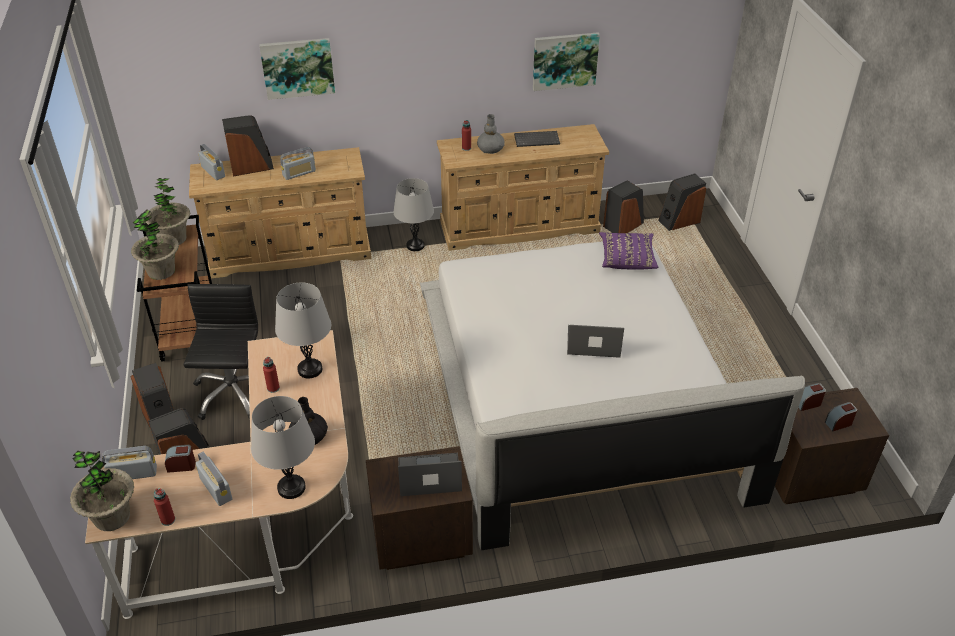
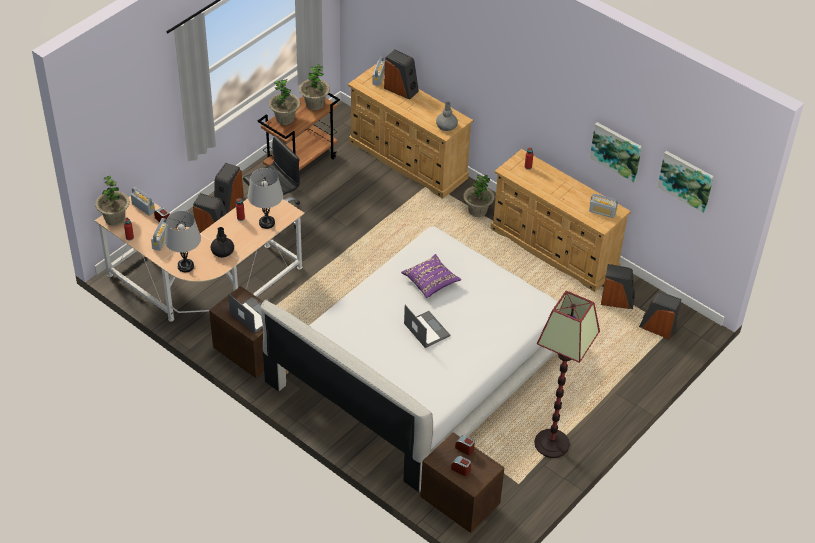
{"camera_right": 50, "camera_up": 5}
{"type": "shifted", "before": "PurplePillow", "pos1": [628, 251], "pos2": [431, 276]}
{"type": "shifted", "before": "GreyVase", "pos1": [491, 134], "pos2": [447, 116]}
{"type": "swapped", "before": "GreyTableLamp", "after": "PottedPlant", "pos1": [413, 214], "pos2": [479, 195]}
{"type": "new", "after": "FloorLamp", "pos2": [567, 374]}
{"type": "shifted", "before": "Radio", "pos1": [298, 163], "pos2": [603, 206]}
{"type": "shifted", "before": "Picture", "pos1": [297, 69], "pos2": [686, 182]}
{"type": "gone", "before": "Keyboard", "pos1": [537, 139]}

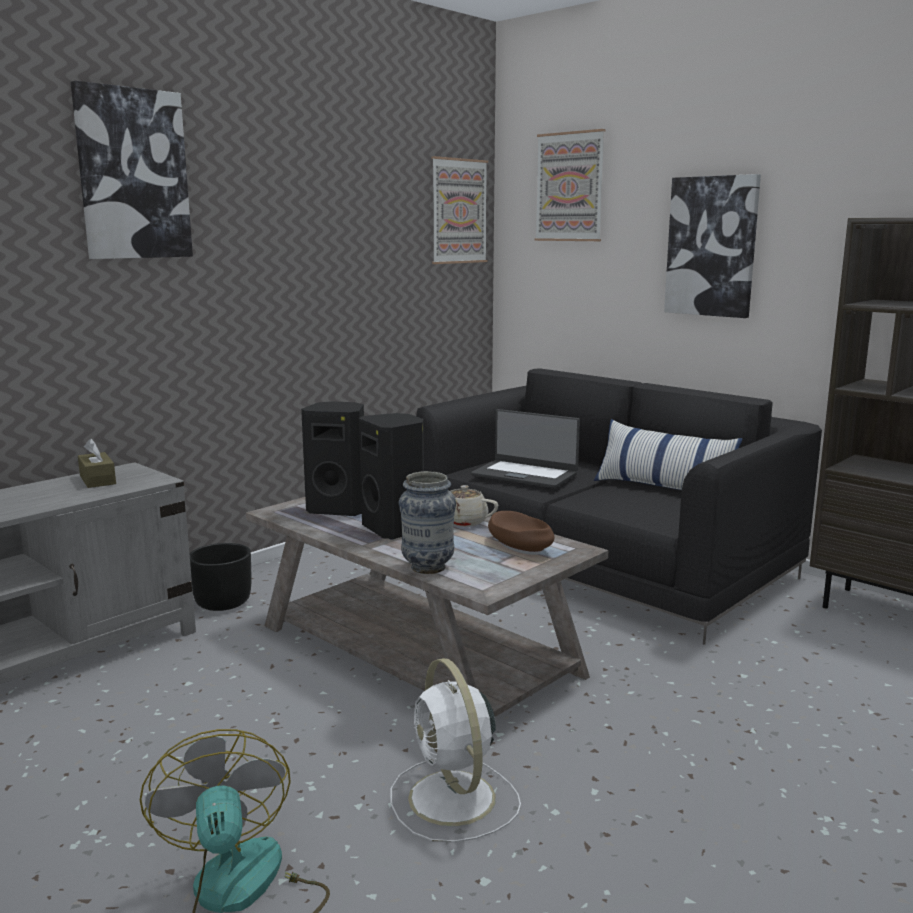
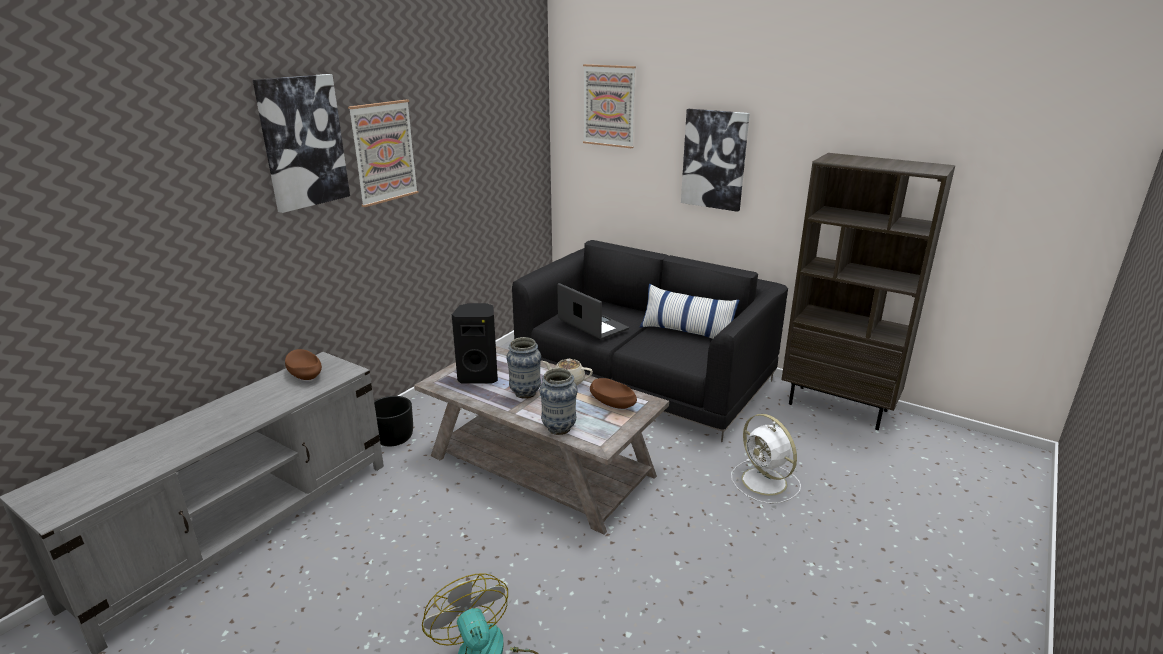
{"camera_right": -10, "camera_up": 10}
{"type": "swapped", "before": "BrownTissueBox", "after": "BrownBowl", "pos1": [97, 463], "pos2": [303, 365]}
{"type": "shifted", "before": "Picture", "pos1": [459, 210], "pos2": [383, 153]}
{"type": "swapped", "before": "BlackSpeaker", "after": "Vase", "pos1": [391, 476], "pos2": [524, 368]}
{"type": "rotated", "before": "Laptop", "pos1": [525, 448], "pos2": [593, 311], "turn": -150}
{"type": "shifted", "before": "WhiteFan", "pos1": [456, 750], "pos2": [766, 459]}

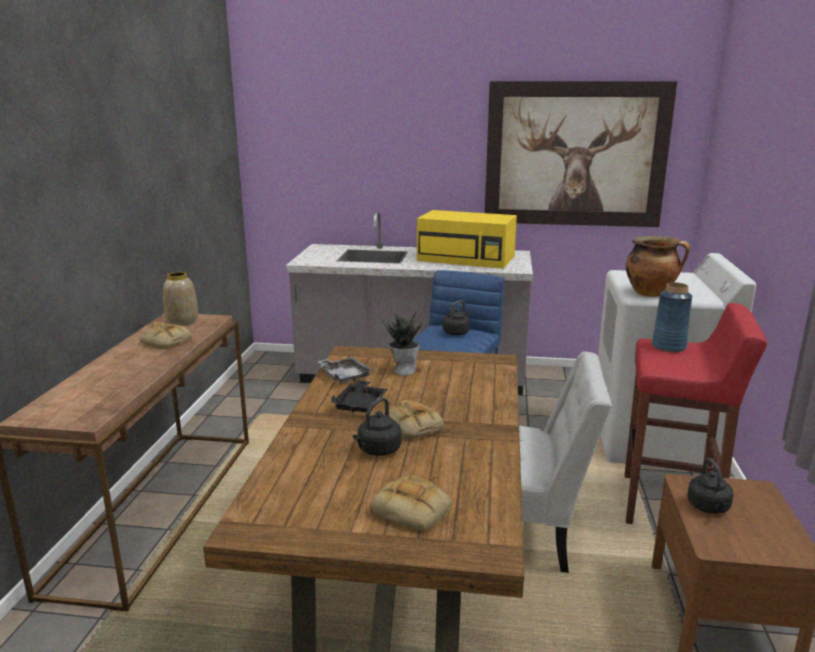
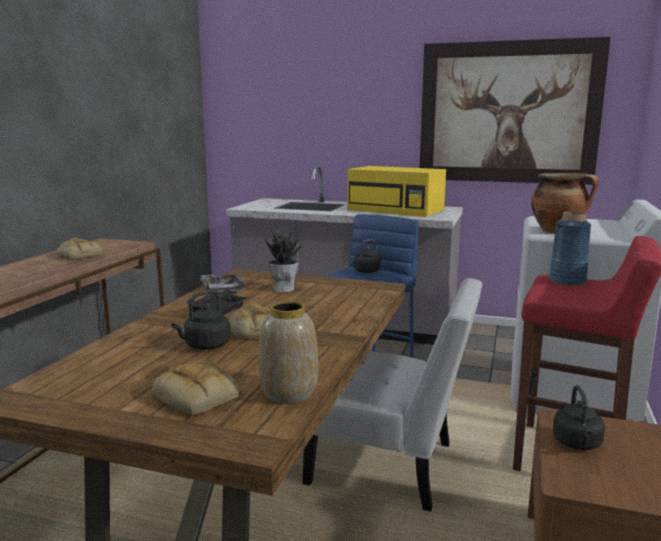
{"camera_right": 10, "camera_up": -5}
{"type": "shifted", "before": "Vase", "pos1": [180, 299], "pos2": [288, 352]}

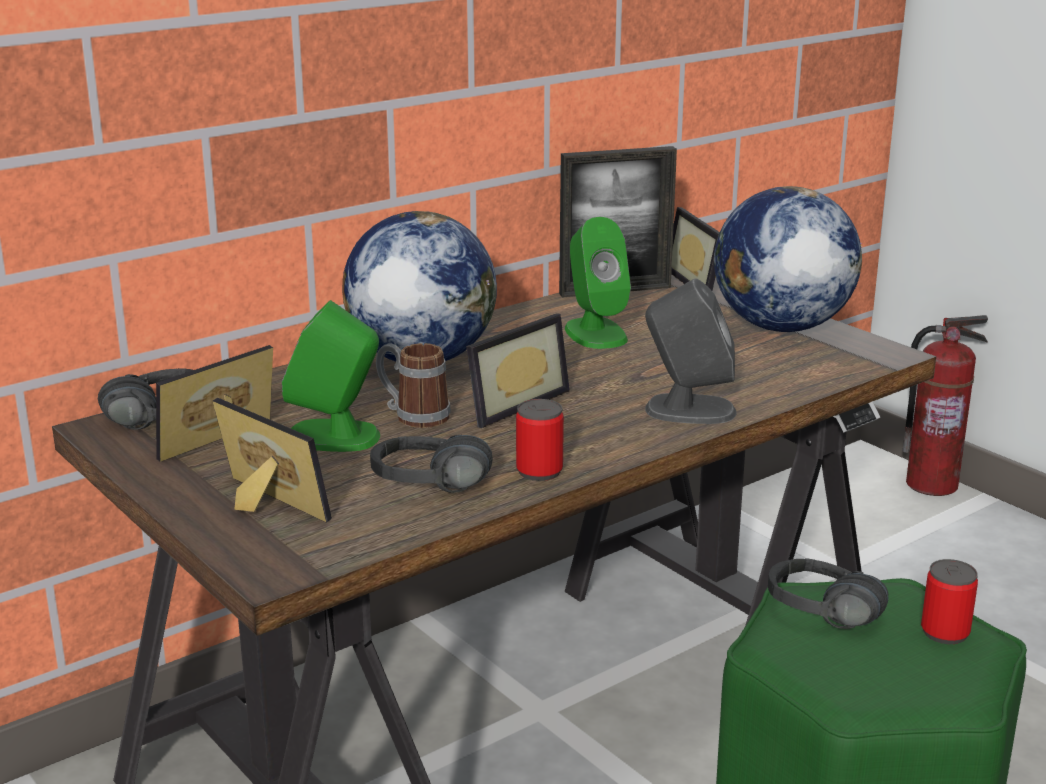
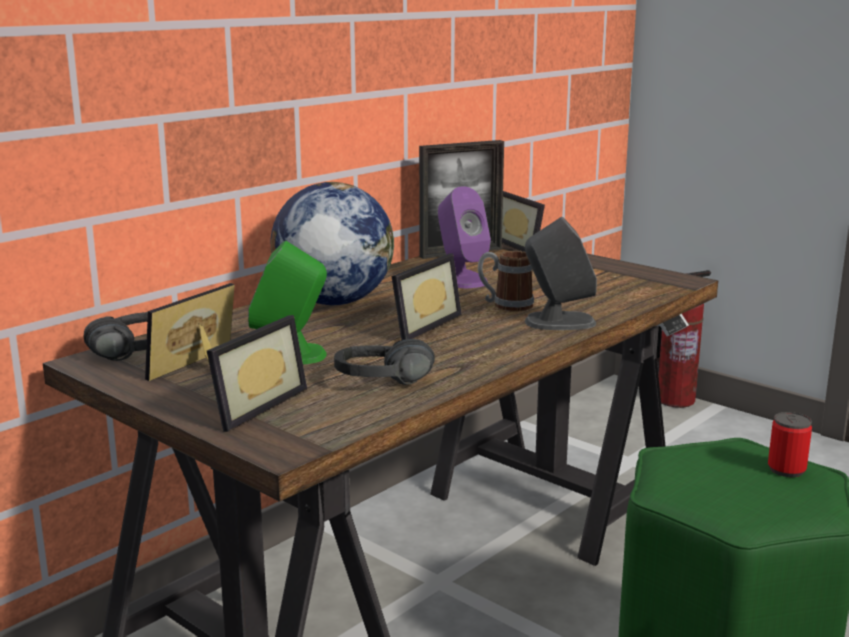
{"camera_right": -10, "camera_up": -5}
{"type": "rotated", "before": "PictureFrame", "pos1": [272, 460], "pos2": [257, 373], "turn": 90}
{"type": "repainted", "before": "GreenSpeaker", "after": "PurpleSpeaker", "pos1": [598, 283], "pos2": [464, 237]}
{"type": "shifted", "before": "Mug", "pos1": [413, 385], "pos2": [506, 281]}
{"type": "gone", "before": "Can", "pos1": [540, 440]}
{"type": "gone", "before": "Globe", "pos1": [788, 259]}
{"type": "gone", "before": "BlackHeadphones", "pos1": [828, 593]}

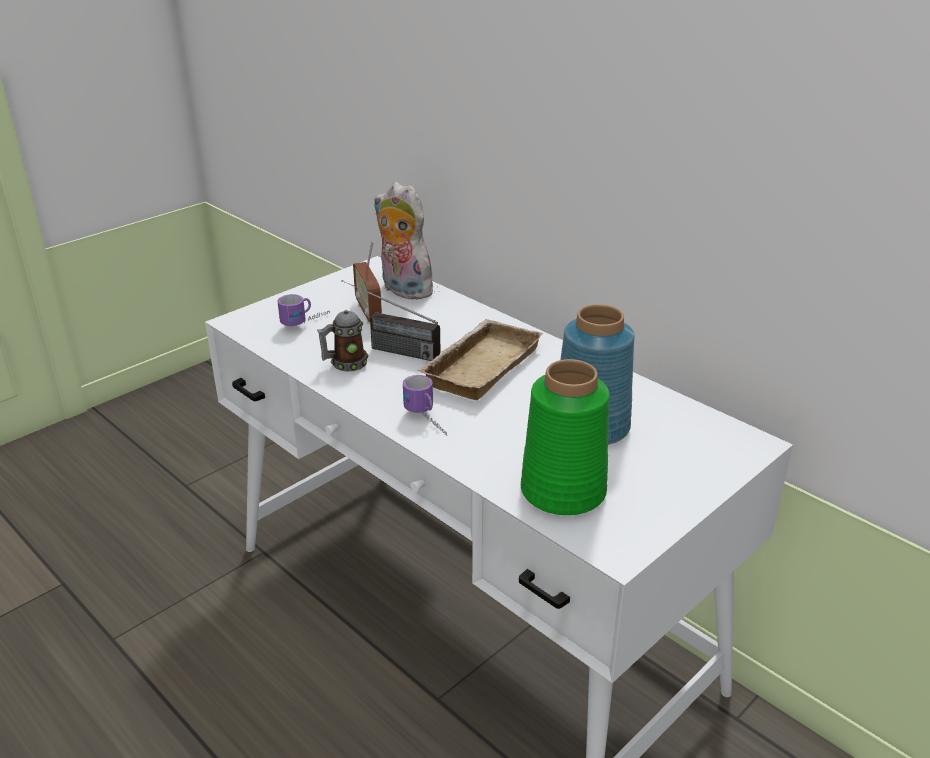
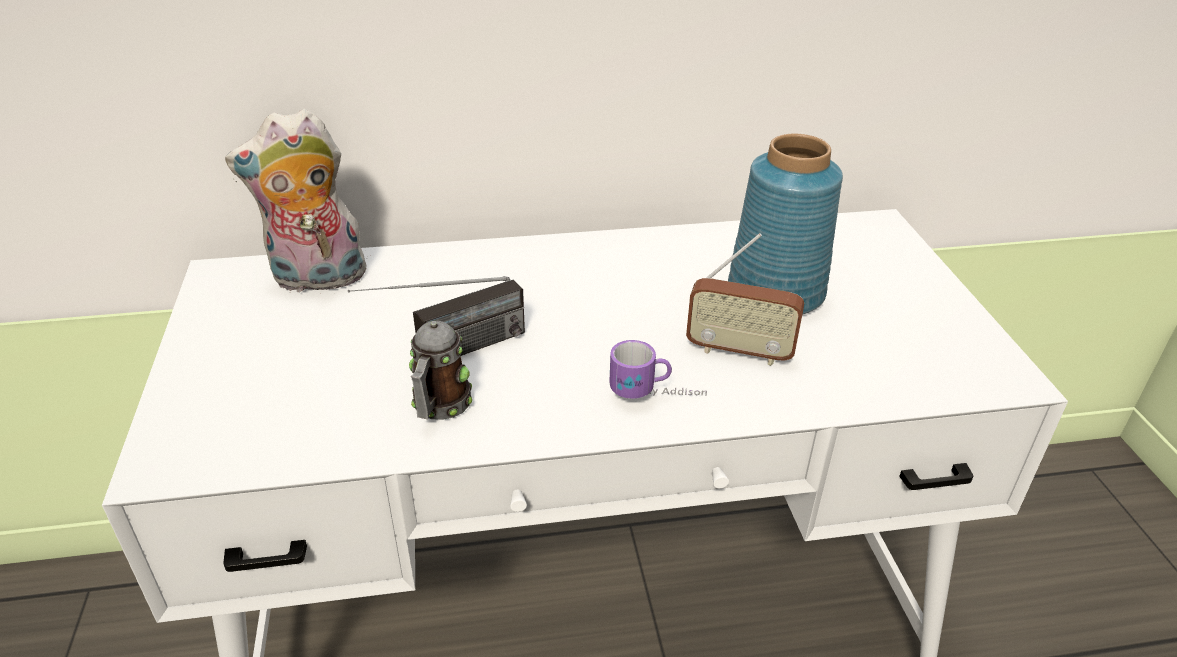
{"camera_right": -55, "camera_up": 5}
{"type": "shifted", "before": "Radio", "pos1": [367, 282], "pos2": [745, 299]}
{"type": "gone", "before": "Mug", "pos1": [303, 310]}
{"type": "gone", "before": "BeigeTray", "pos1": [480, 359]}
{"type": "gone", "before": "GreenVase", "pos1": [565, 437]}

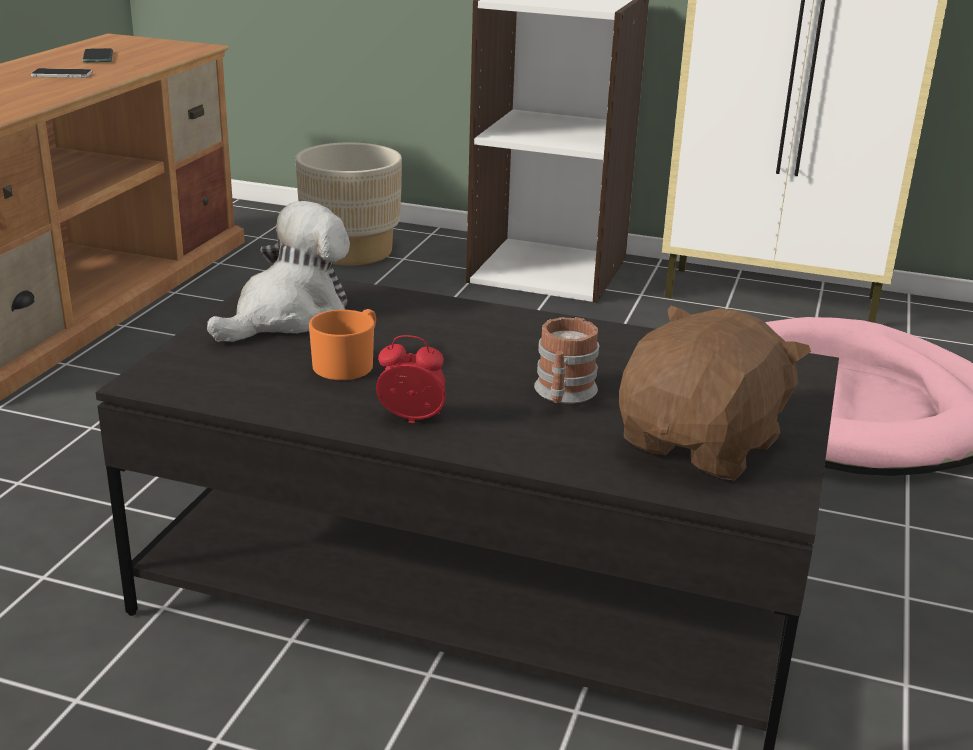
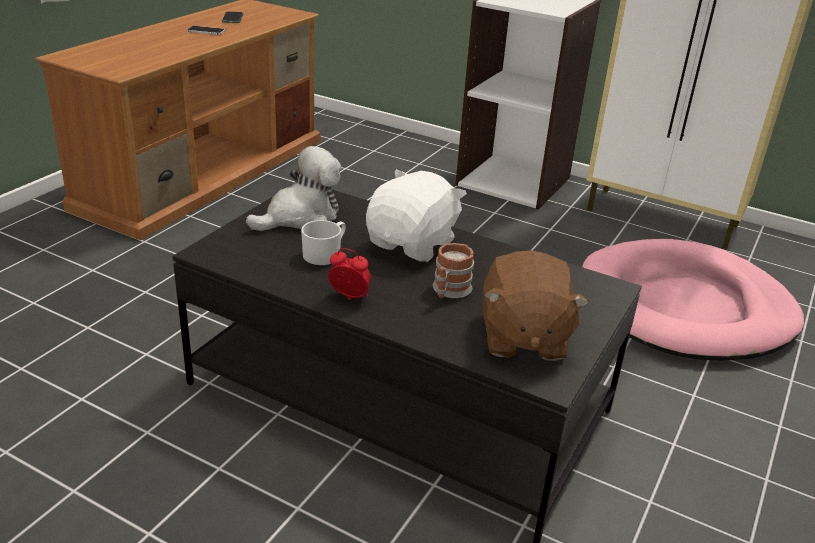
{"camera_right": 10, "camera_up": 5}
{"type": "repainted", "before": "OrangeMug", "after": "WhiteMug", "pos1": [342, 344], "pos2": [323, 242]}
{"type": "new", "after": "WhitePlushToy", "pos2": [416, 215]}
{"type": "rotated", "before": "BrownPlushToy", "pos1": [715, 393], "pos2": [536, 305], "turn": 135}
{"type": "gone", "before": "BeigePlanter", "pos1": [348, 204]}

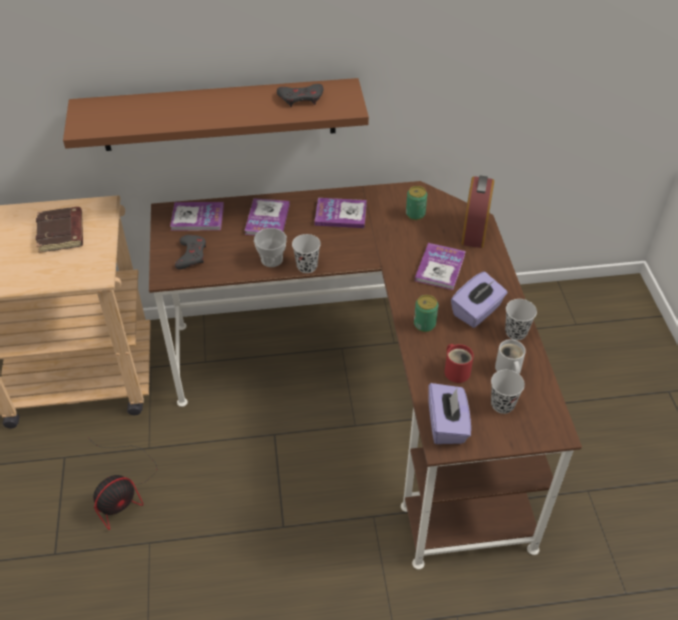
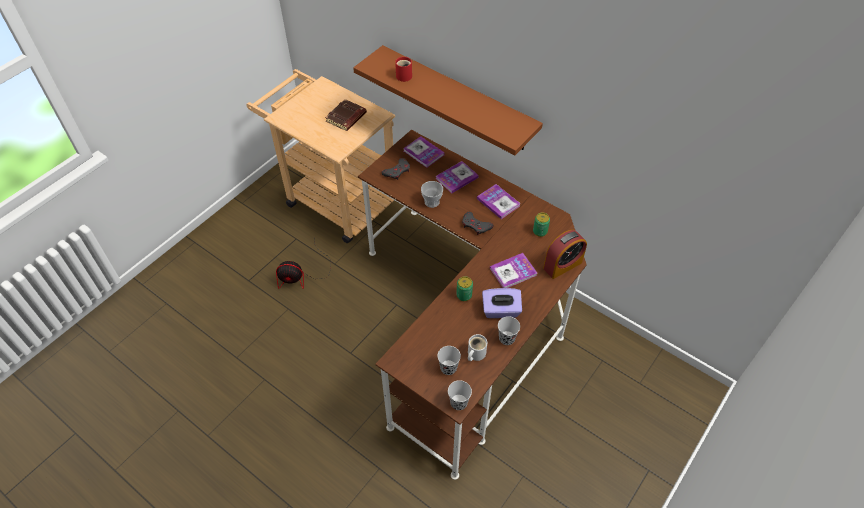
{"camera_right": 45, "camera_up": 5}
{"type": "shifted", "before": "RedMug", "pos1": [459, 363], "pos2": [403, 69]}
{"type": "shifted", "before": "BlackCup", "pos1": [306, 253], "pos2": [460, 395]}
{"type": "shifted", "before": "GreyGameController", "pos1": [300, 95], "pos2": [477, 223]}
{"type": "gone", "before": "PurpleTissueBox", "pos1": [449, 413]}

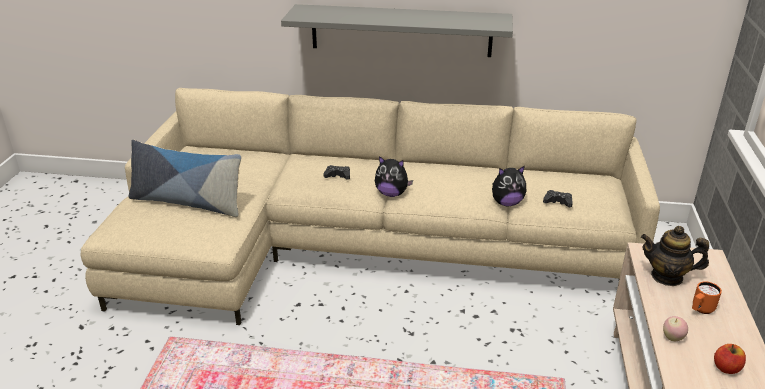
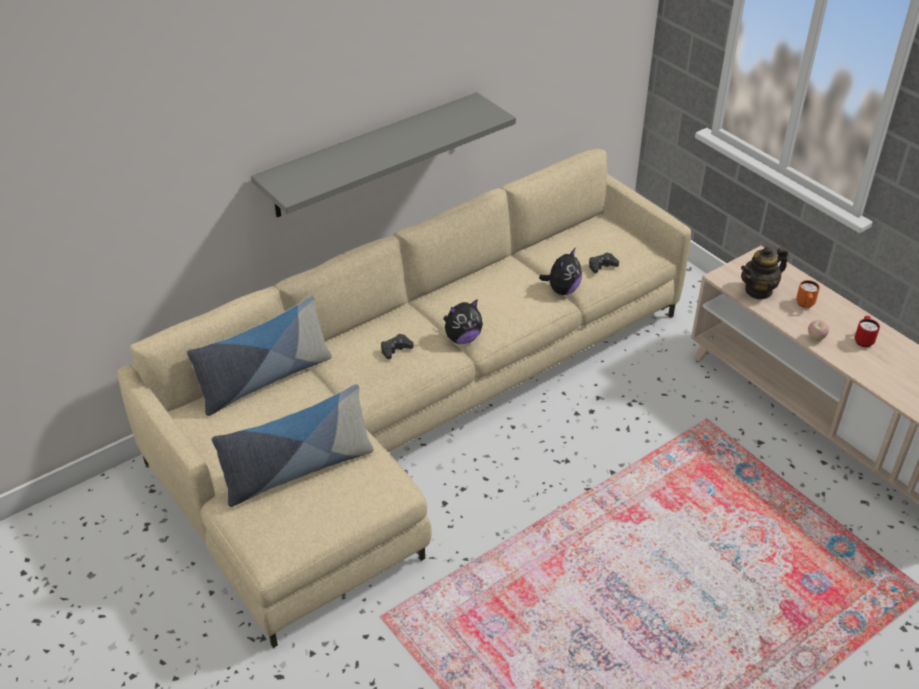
{"camera_right": -45, "camera_up": 10}
{"type": "new", "after": "Pillow", "pos2": [259, 356]}
{"type": "swapped", "before": "Apple", "after": "RedMug", "pos1": [730, 359], "pos2": [867, 331]}

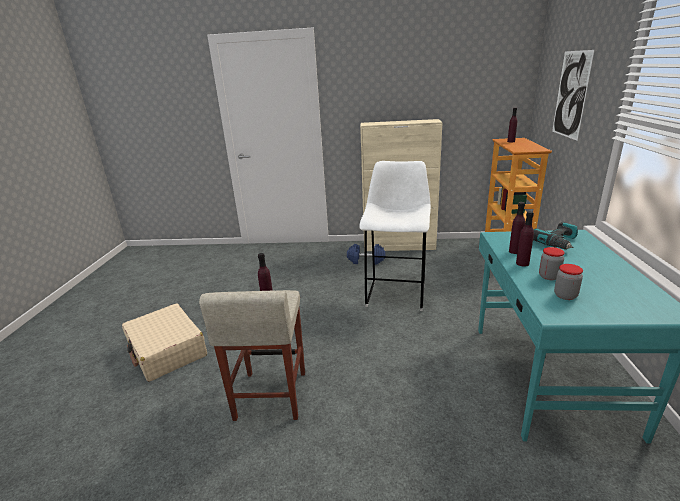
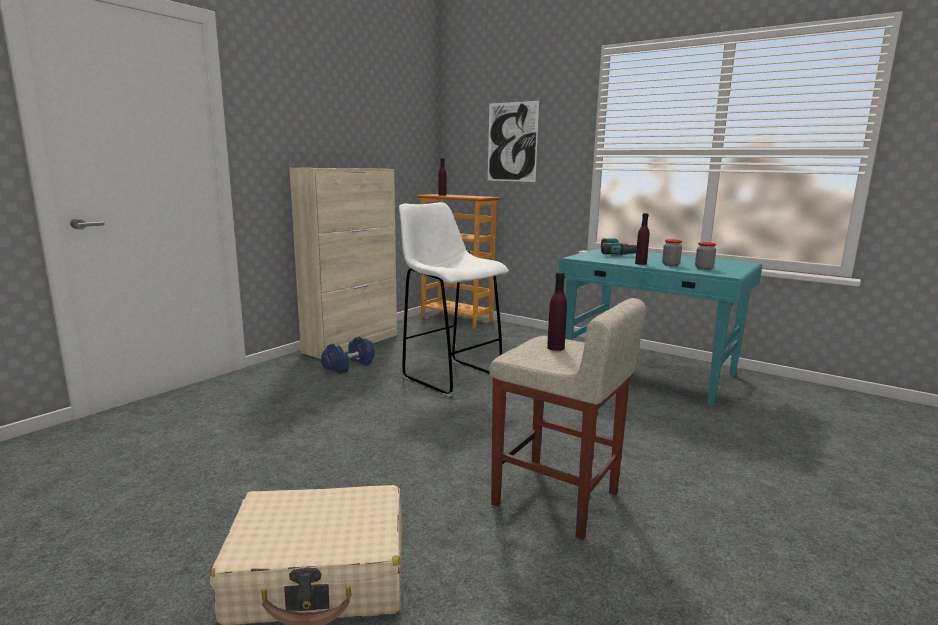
{"camera_right": -60, "camera_up": -10}
{"type": "gone", "before": "PurpleBottle", "pos1": [517, 228]}

